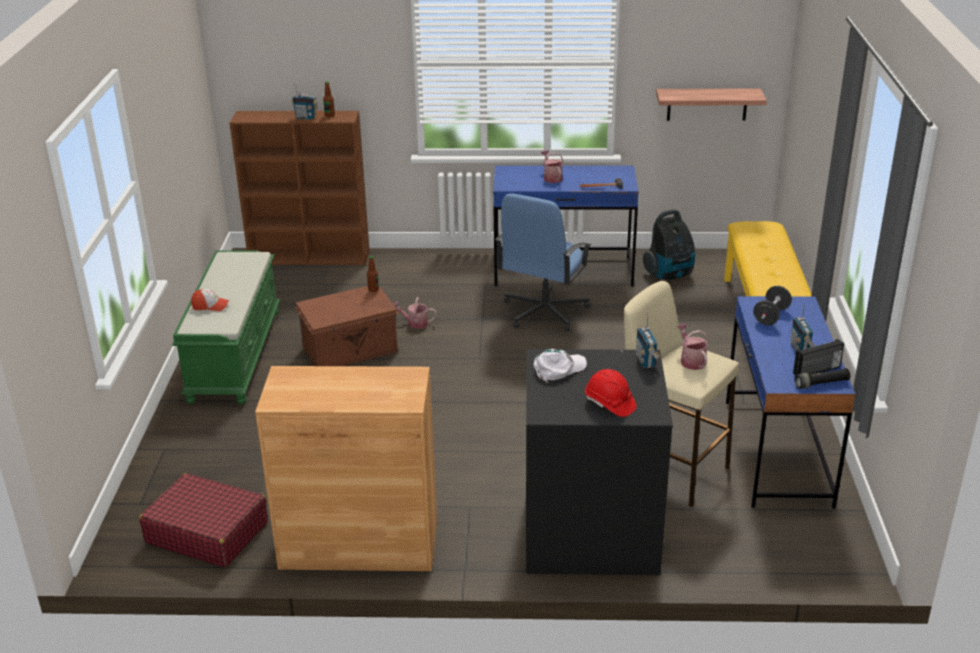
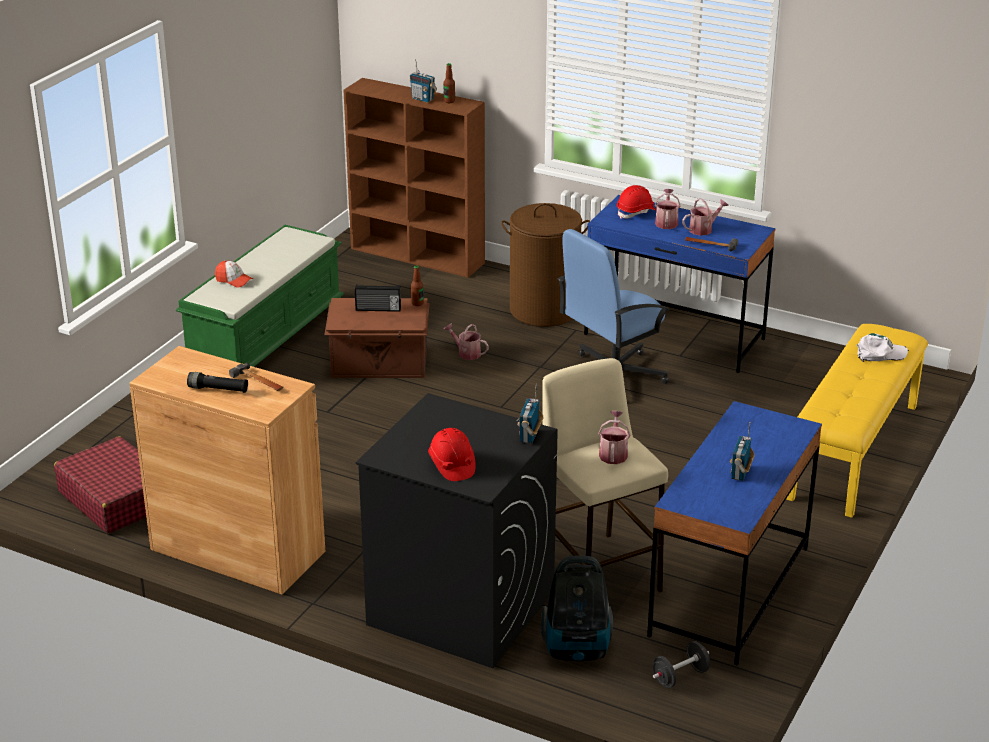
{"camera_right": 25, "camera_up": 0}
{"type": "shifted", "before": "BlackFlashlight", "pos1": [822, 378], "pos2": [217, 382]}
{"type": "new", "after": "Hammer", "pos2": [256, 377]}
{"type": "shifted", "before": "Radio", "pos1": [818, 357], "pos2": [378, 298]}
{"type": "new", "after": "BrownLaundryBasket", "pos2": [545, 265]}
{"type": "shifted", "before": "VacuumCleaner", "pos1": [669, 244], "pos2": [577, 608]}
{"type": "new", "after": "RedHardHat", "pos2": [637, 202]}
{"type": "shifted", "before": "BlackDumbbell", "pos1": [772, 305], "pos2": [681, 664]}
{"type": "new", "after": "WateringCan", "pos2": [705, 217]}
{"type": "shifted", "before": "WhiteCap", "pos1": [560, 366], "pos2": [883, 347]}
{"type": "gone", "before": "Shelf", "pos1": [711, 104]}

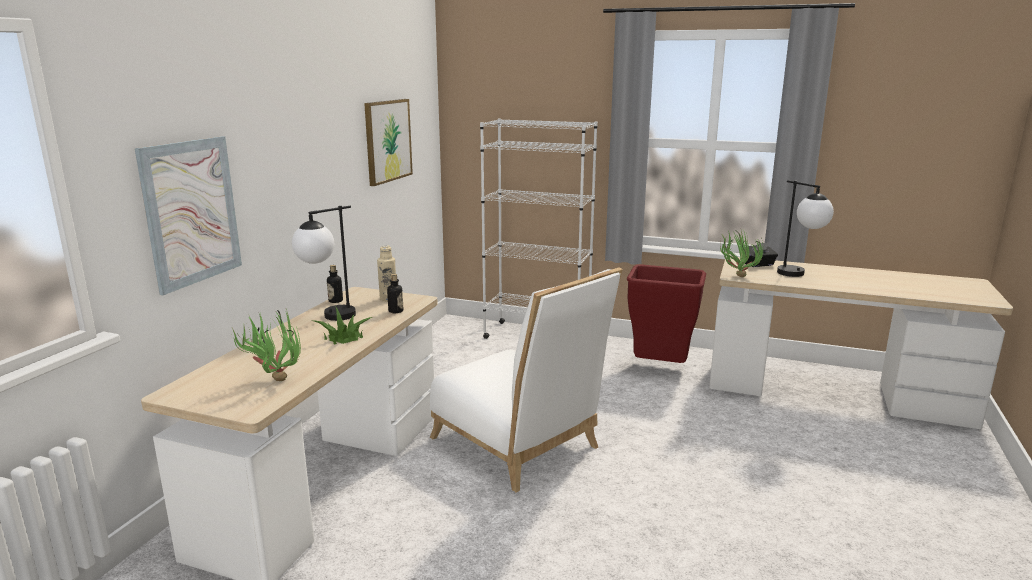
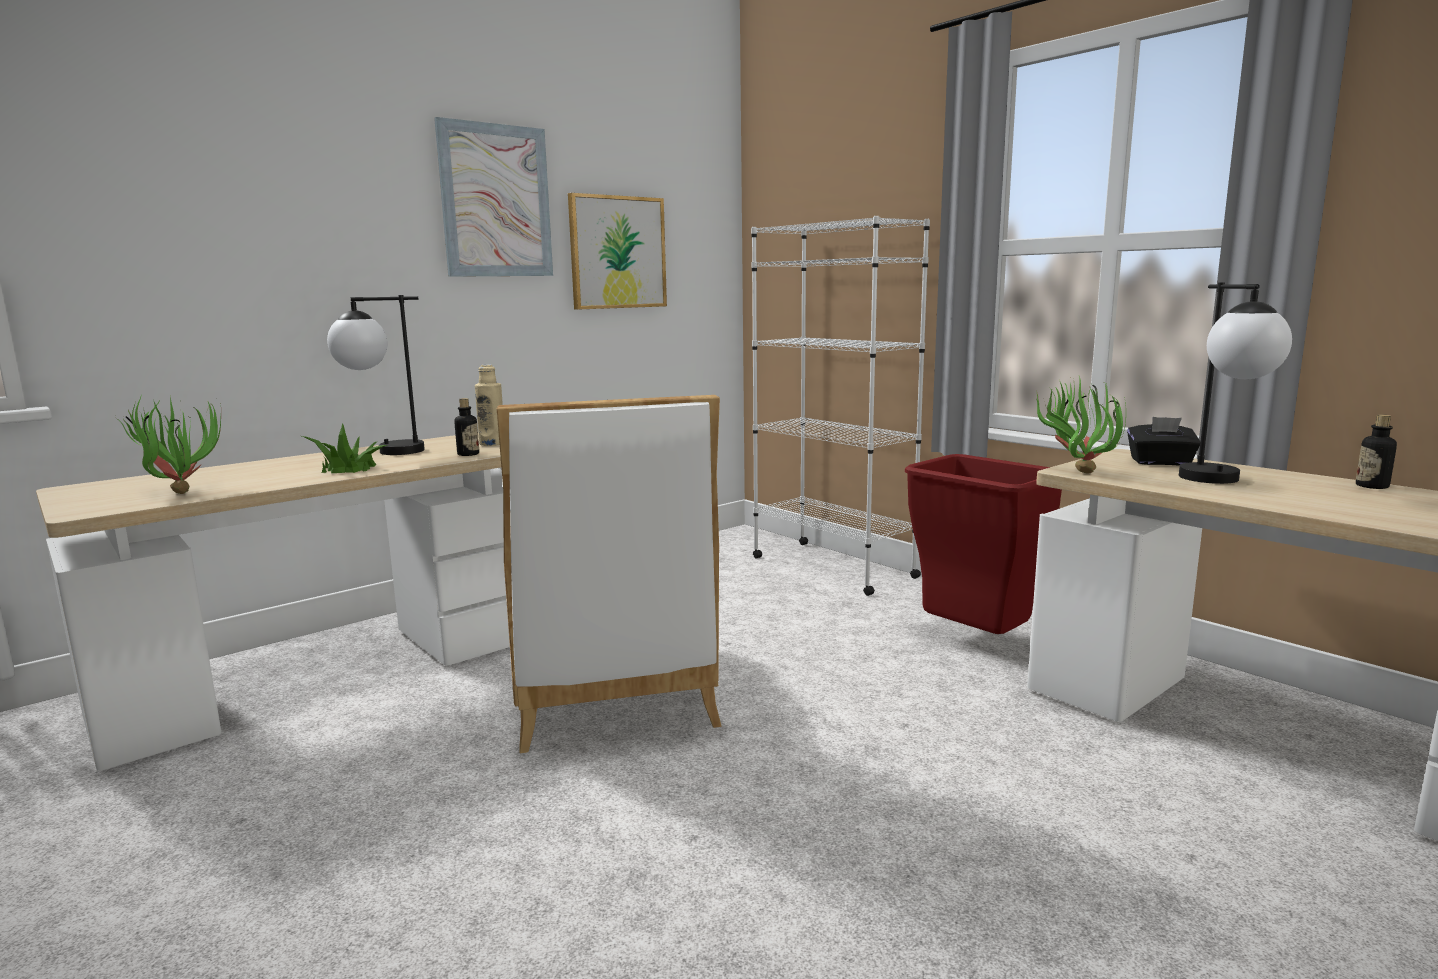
{"camera_right": 30, "camera_up": -5}
{"type": "shifted", "before": "Picture", "pos1": [188, 215], "pos2": [493, 197]}
{"type": "shifted", "before": "Bottle", "pos1": [335, 284], "pos2": [1376, 451]}

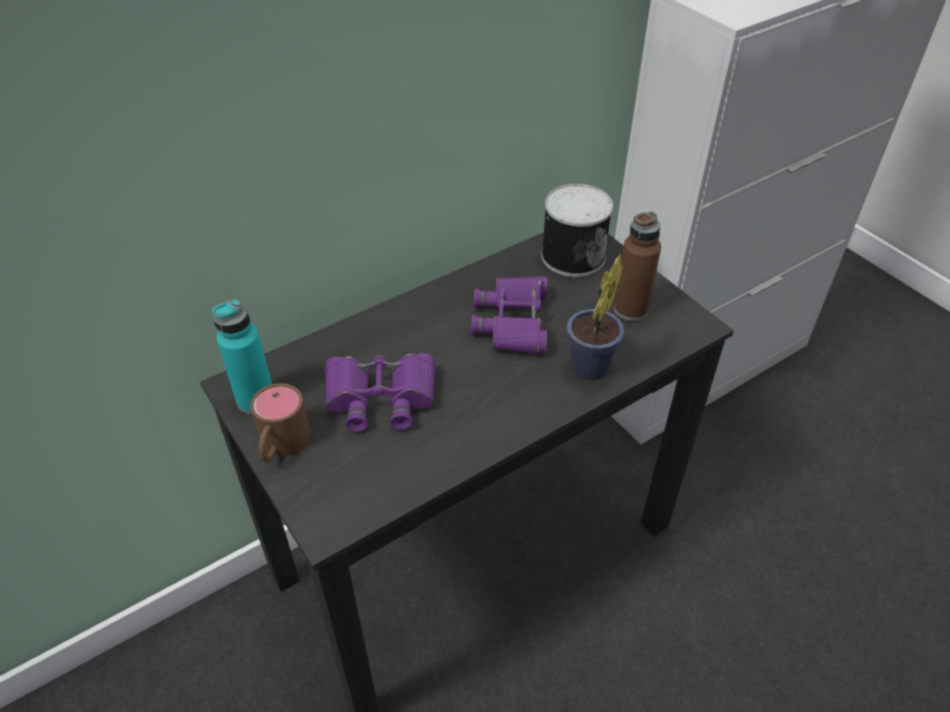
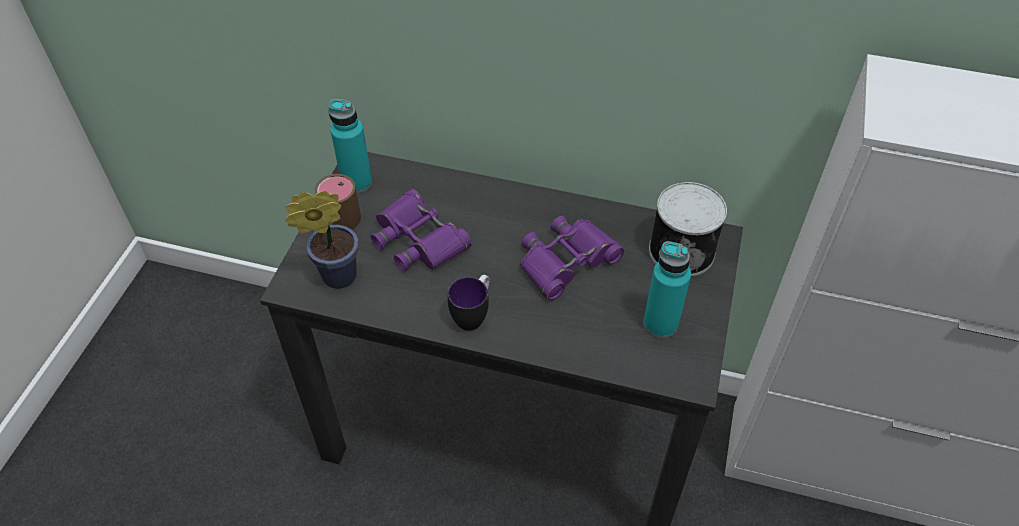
{"camera_right": 50, "camera_up": 5}
{"type": "shifted", "before": "PottedPlant", "pos1": [595, 317], "pos2": [322, 240]}
{"type": "new", "after": "Mug", "pos2": [469, 303]}
{"type": "repainted", "before": "BrownBottle", "after": "TurquoiseBottle", "pos1": [637, 266], "pos2": [667, 289]}

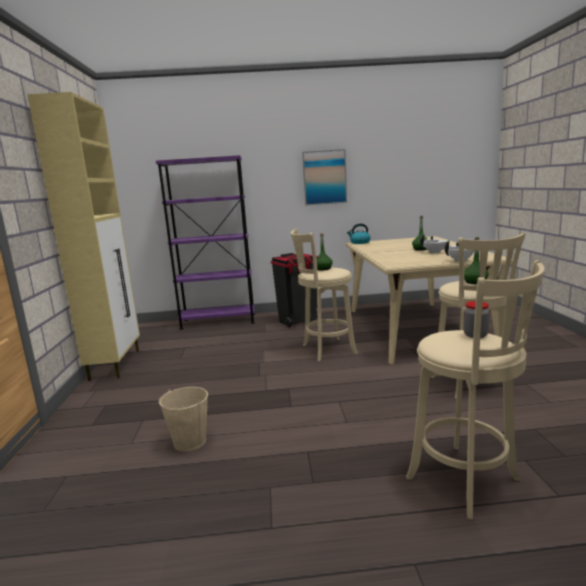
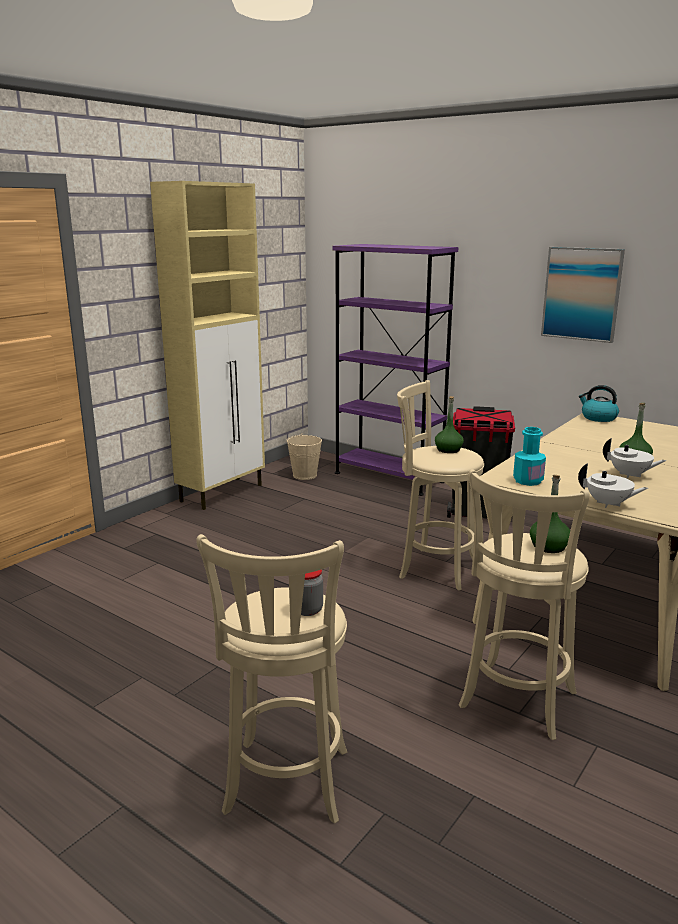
{"camera_right": 40, "camera_up": 5}
{"type": "shifted", "before": "BeigeBucket", "pos1": [183, 419], "pos2": [304, 456]}
{"type": "new", "after": "TurquoiseBottle", "pos2": [529, 456]}

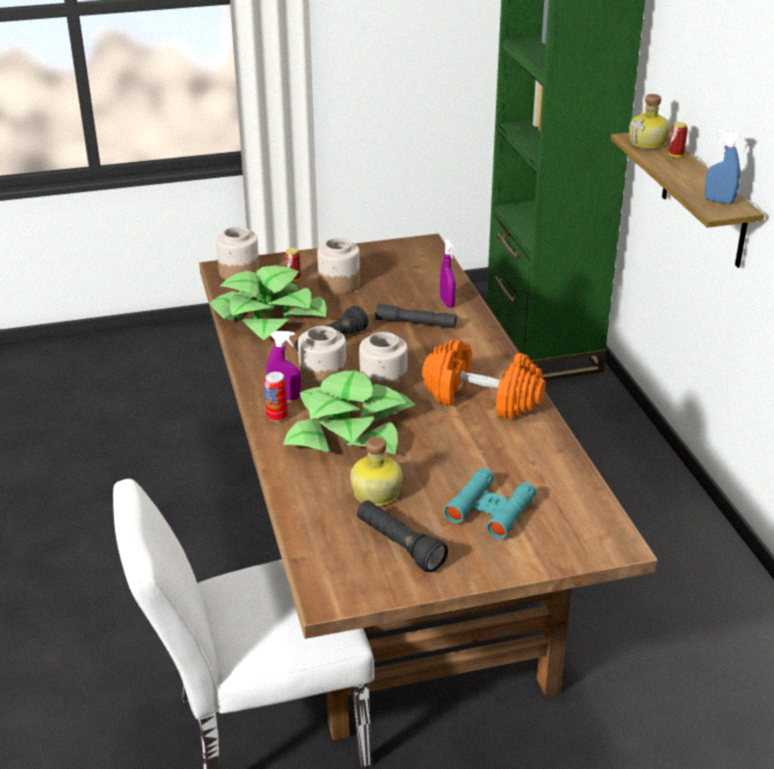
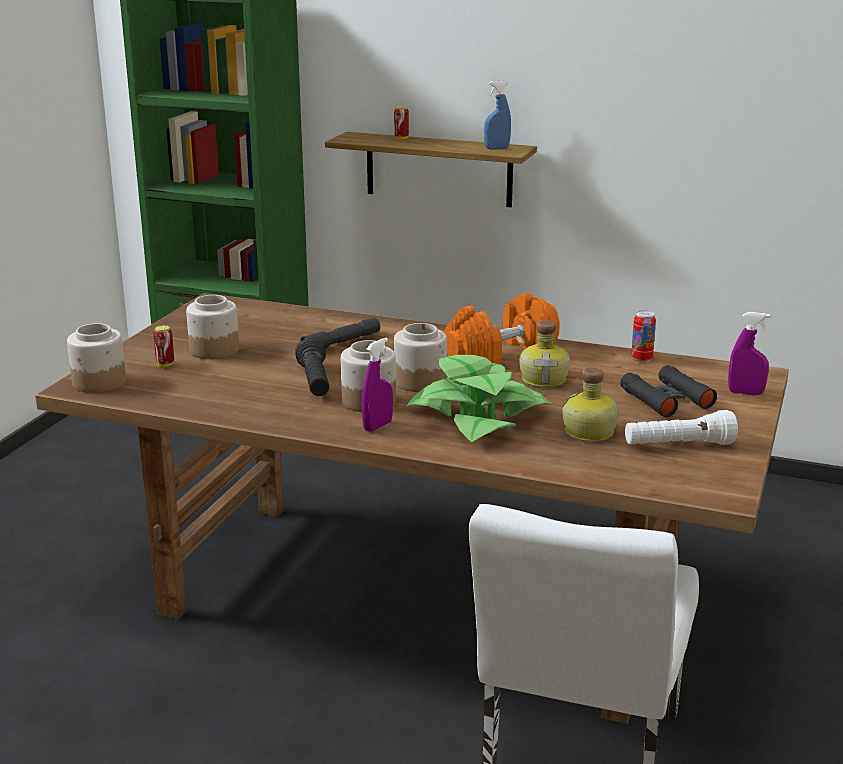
{"camera_right": -55, "camera_up": -10}
{"type": "shifted", "before": "Bottle", "pos1": [650, 121], "pos2": [544, 354]}
{"type": "repainted", "before": "TurquoiseBinoculars", "after": "BlackBinoculars", "pos1": [490, 503], "pos2": [668, 391]}
{"type": "repainted", "before": "BlackFlashlight", "after": "WhiteFlashlight", "pos1": [402, 536], "pos2": [681, 427]}
{"type": "shifted", "before": "Can", "pos1": [276, 397], "pos2": [643, 336]}
{"type": "shifted", "before": "PurpleSprayBottle", "pos1": [448, 273], "pos2": [749, 354]}
{"type": "gone", "before": "PottedPlant", "pos1": [267, 302]}

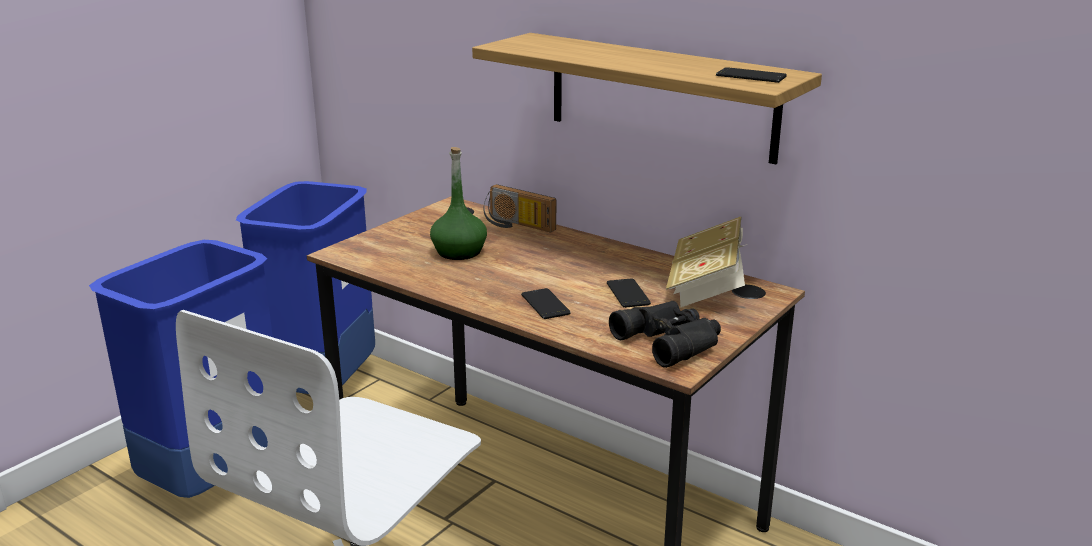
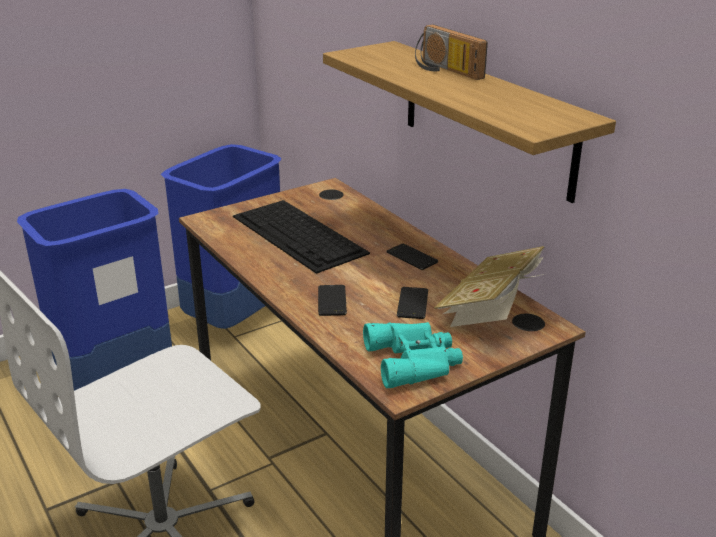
{"camera_right": 20, "camera_up": 5}
{"type": "swapped", "before": "GreenBottle", "after": "Keyboard", "pos1": [458, 203], "pos2": [301, 237]}
{"type": "repainted", "before": "BlackBinoculars", "after": "TurquoiseBinoculars", "pos1": [665, 334], "pos2": [413, 355]}
{"type": "shifted", "before": "Phone", "pos1": [751, 75], "pos2": [412, 257]}
{"type": "shifted", "before": "Radio", "pos1": [519, 208], "pos2": [451, 52]}

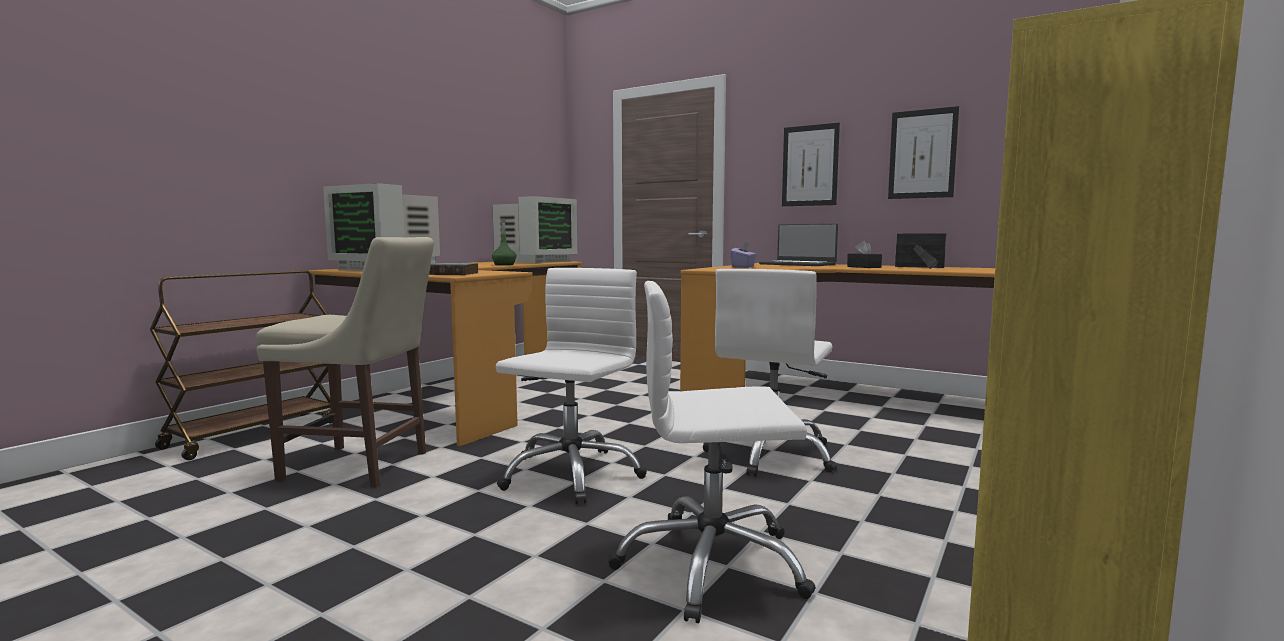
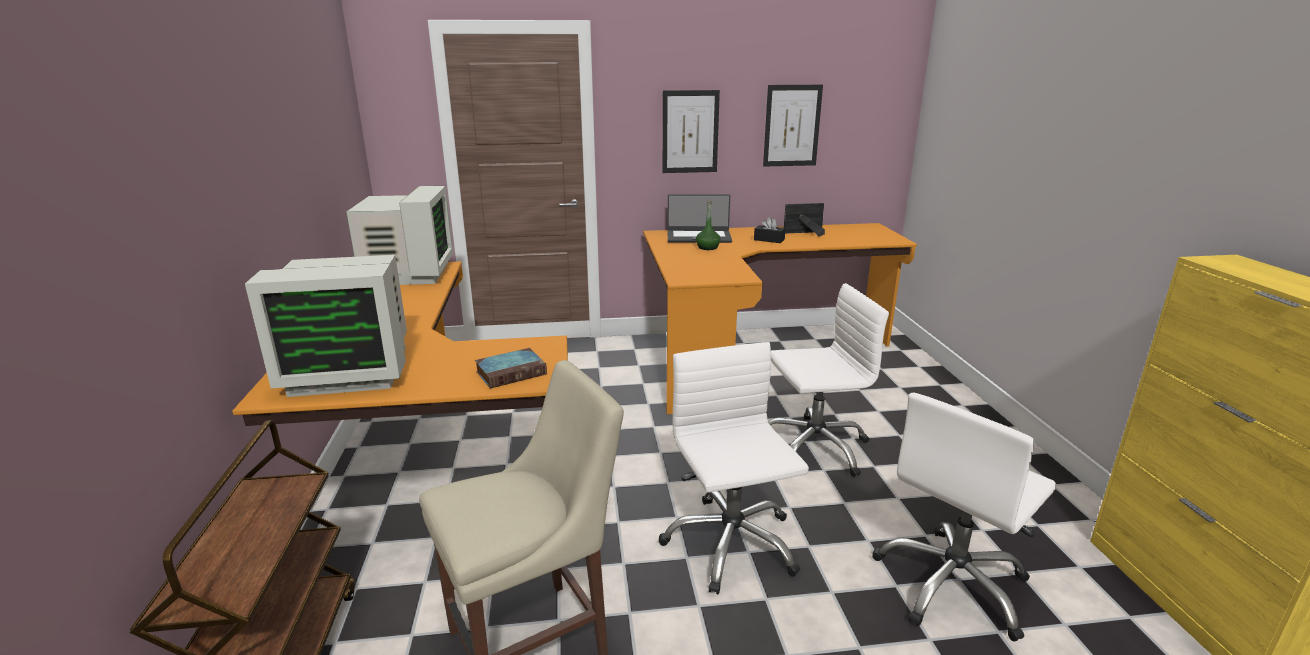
{"camera_right": -40, "camera_up": 15}
{"type": "shifted", "before": "GreenBottle", "pos1": [504, 241], "pos2": [708, 225]}
{"type": "rotated", "before": "WhiteOfficeChair", "pos1": [770, 373], "pos2": [828, 380], "turn": -90}
{"type": "gone", "before": "PurpleTissueBox", "pos1": [743, 255]}

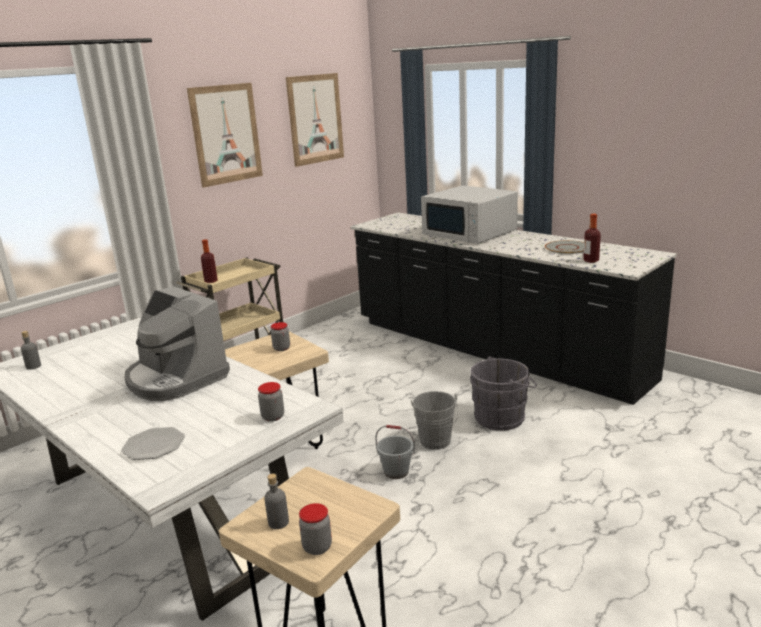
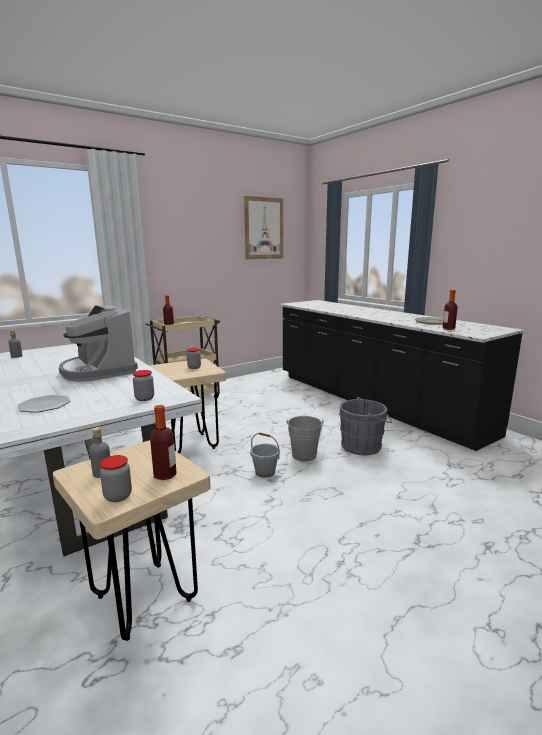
{"camera_right": 10, "camera_up": -5}
{"type": "new", "after": "Bottle", "pos2": [163, 442]}
{"type": "gone", "before": "Picture", "pos1": [225, 135]}
{"type": "gone", "before": "WhiteMicrowave", "pos1": [469, 214]}

